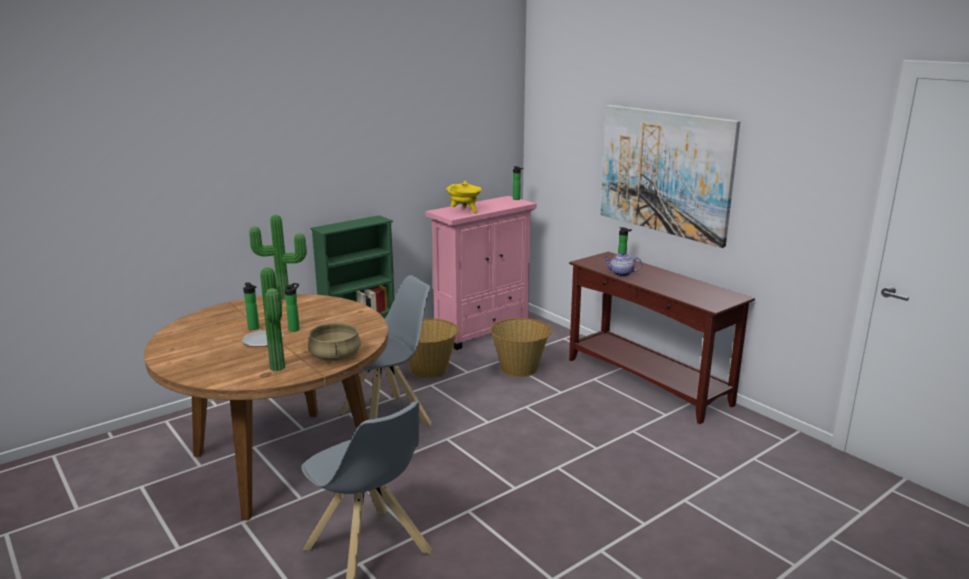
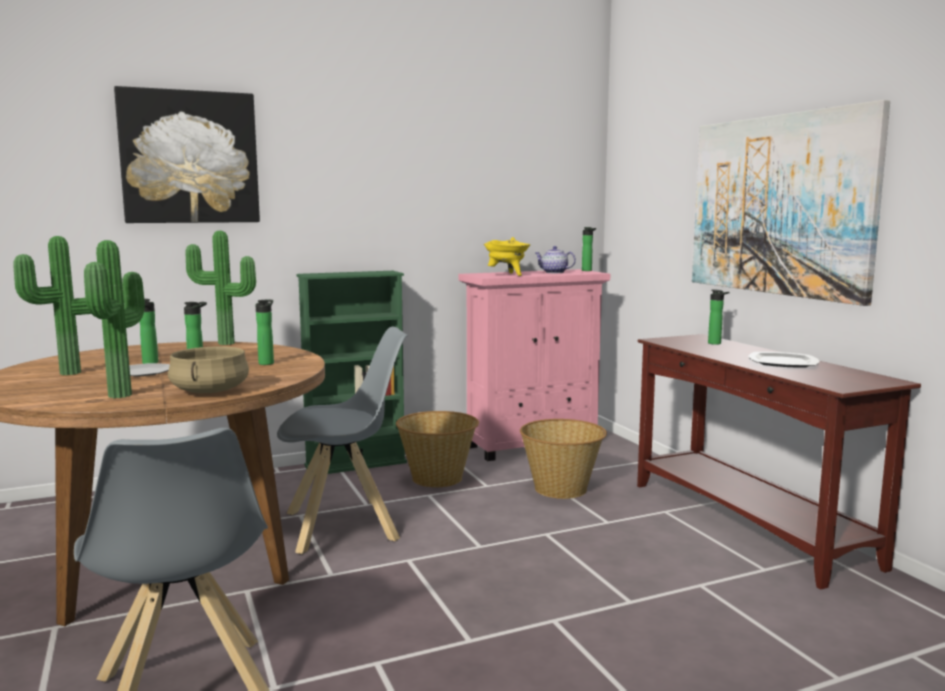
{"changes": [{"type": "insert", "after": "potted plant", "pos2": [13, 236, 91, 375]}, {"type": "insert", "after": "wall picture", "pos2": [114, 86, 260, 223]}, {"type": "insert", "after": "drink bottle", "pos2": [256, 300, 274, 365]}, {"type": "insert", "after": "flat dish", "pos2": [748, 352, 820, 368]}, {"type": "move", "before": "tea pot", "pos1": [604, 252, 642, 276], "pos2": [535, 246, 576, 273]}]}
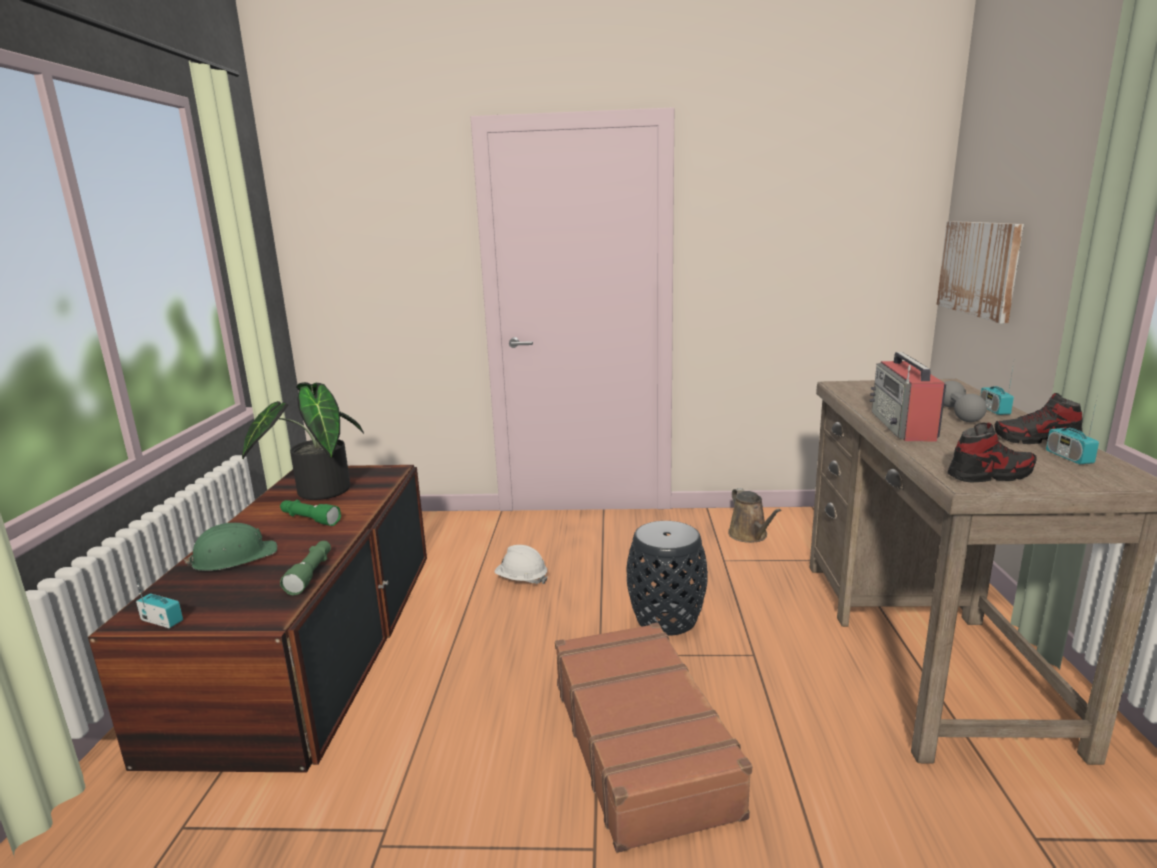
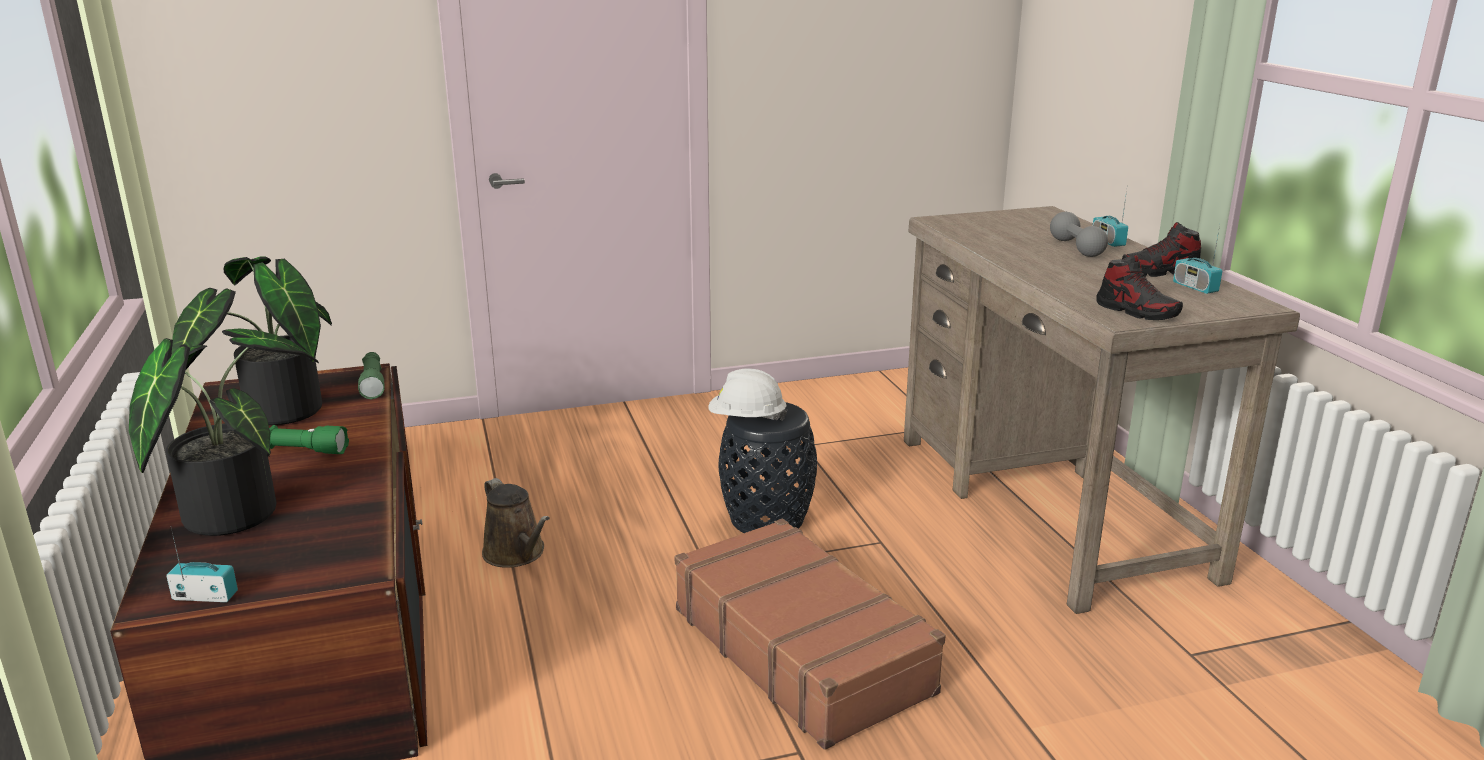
{"changes": [{"type": "delete", "before": "radio", "pos1": [870, 352, 946, 441]}, {"type": "delete", "before": "wall picture", "pos1": [937, 221, 1024, 323]}, {"type": "move", "before": "green hand torch", "pos1": [280, 541, 331, 595], "pos2": [358, 352, 385, 399]}, {"type": "move", "before": "white-coloured safety helmet", "pos1": [494, 545, 548, 584], "pos2": [708, 368, 788, 421]}, {"type": "move", "before": "brown-coloured sprinkling can", "pos1": [728, 488, 781, 543], "pos2": [482, 478, 550, 568]}, {"type": "replace", "before": "green safety helmet", "after": "potted plant", "pos1": [184, 523, 277, 571], "pos2": [129, 329, 319, 536]}, {"type": "rotate", "before": "low shoe", "pos1": [948, 423, 1036, 483], "pos2": [1096, 255, 1183, 320], "turn": 75}]}
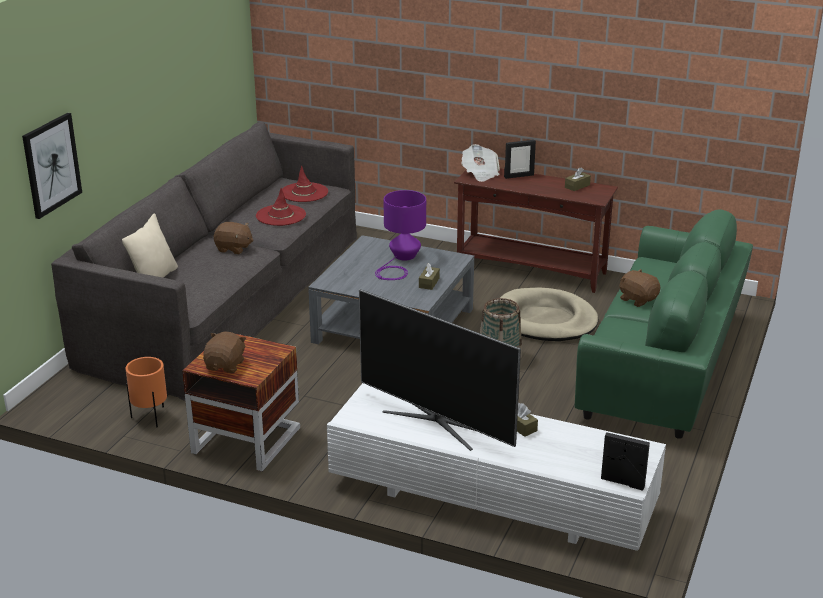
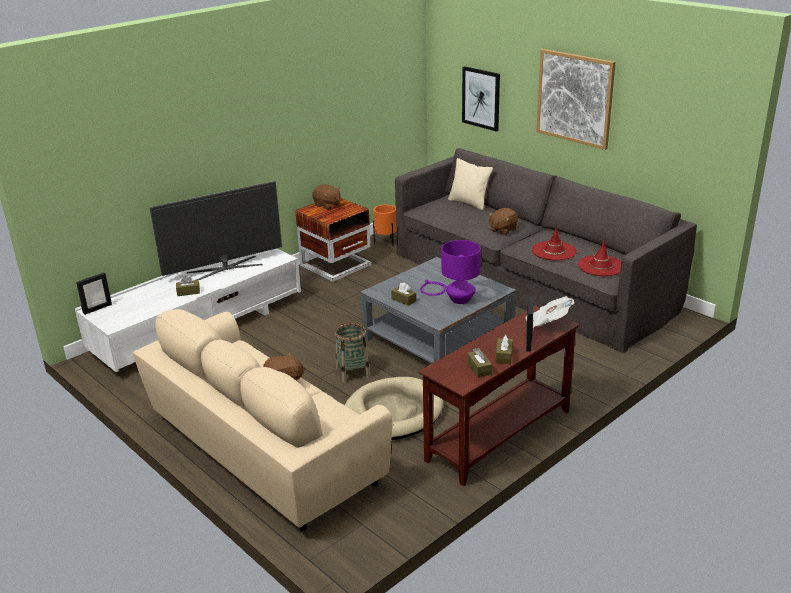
{"changes": [{"type": "insert", "after": "brown-coloured tissue box", "pos2": [496, 335, 513, 364]}, {"type": "insert", "after": "wall picture", "pos2": [537, 49, 616, 150]}, {"type": "recolor", "before": "green sofa", "after": "sand-coloured sofa", "pos1": [575, 209, 753, 439], "pos2": [133, 309, 393, 531]}]}
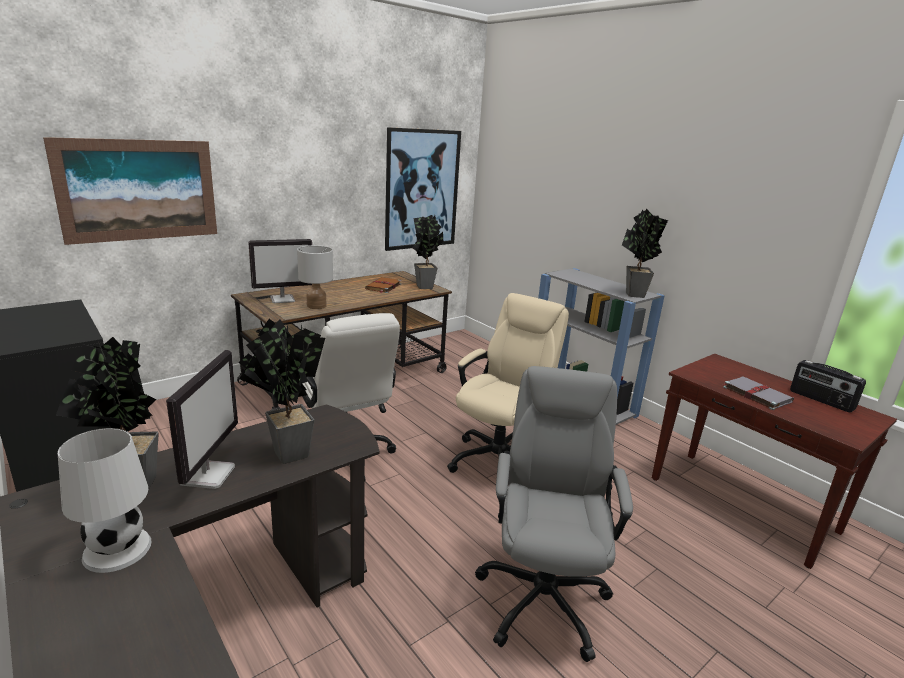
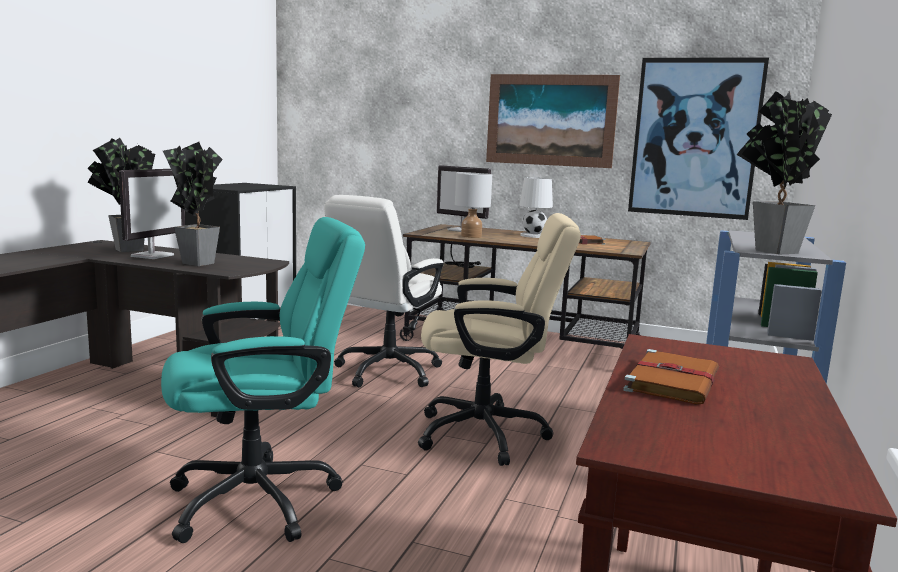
{"changes": [{"type": "delete", "before": "potted plant", "pos1": [412, 215, 443, 289]}, {"type": "delete", "before": "radio", "pos1": [790, 360, 866, 412]}, {"type": "move", "before": "wall picture", "pos1": [43, 137, 217, 245], "pos2": [486, 74, 620, 168]}, {"type": "move", "before": "white-coloured tabletop lamp", "pos1": [58, 428, 152, 573], "pos2": [519, 177, 553, 238]}, {"type": "recolor", "before": "greyish desk chair", "after": "blue-green desk chair", "pos1": [475, 366, 633, 662], "pos2": [161, 217, 365, 543]}, {"type": "recolor", "before": "greyish book", "after": "brown-coloured book", "pos1": [723, 376, 794, 410], "pos2": [623, 349, 719, 404]}, {"type": "rotate", "before": "monitor", "pos1": [166, 350, 238, 489], "pos2": [119, 169, 185, 259], "turn": -45}]}
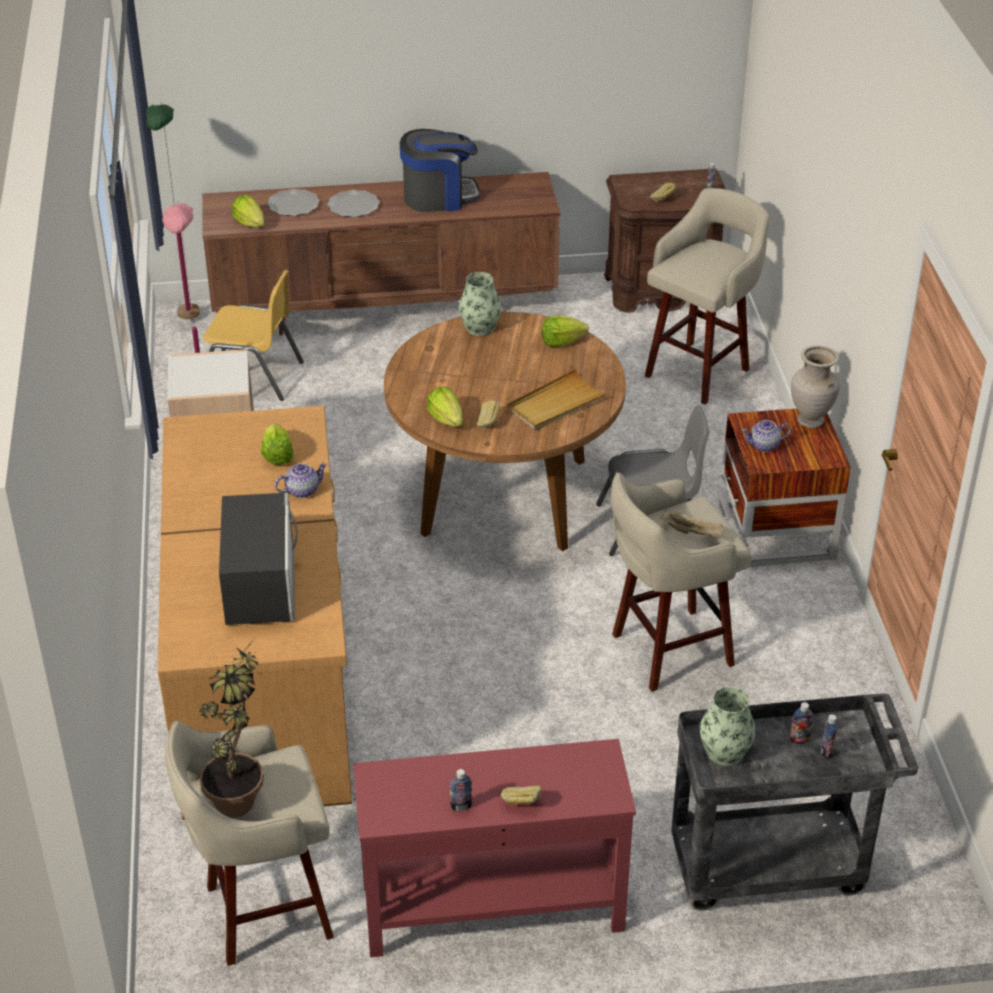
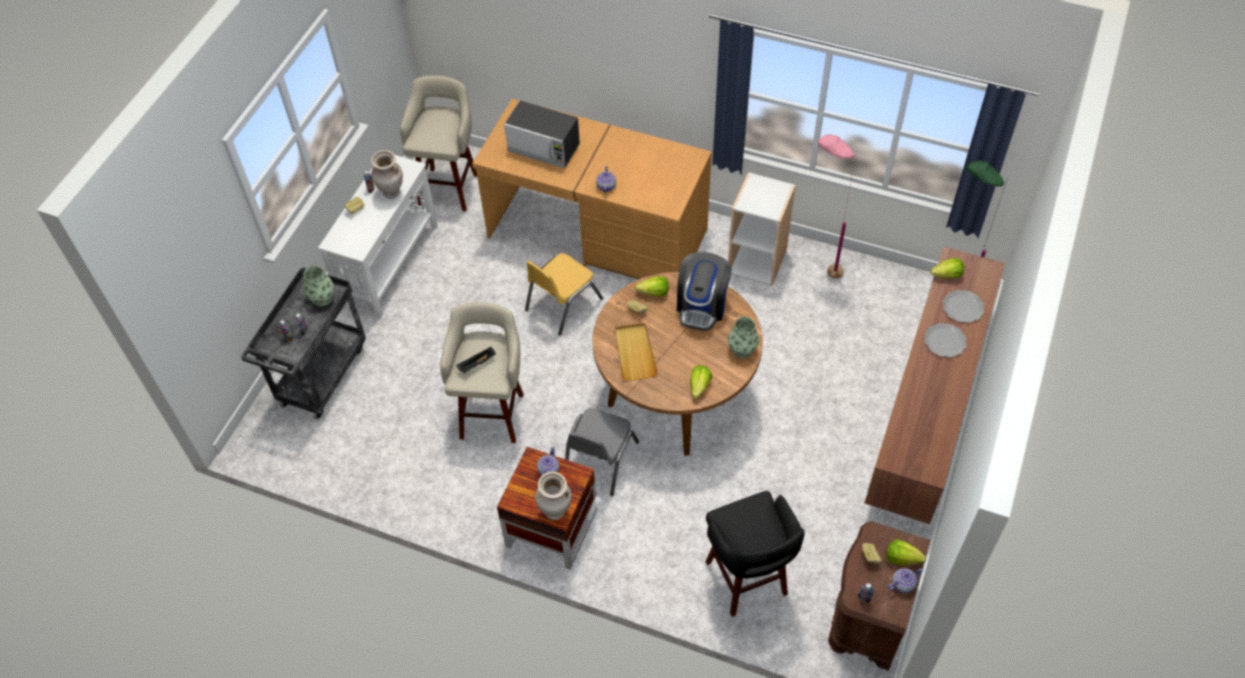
{"changes": [{"type": "delete", "before": "potted plant", "pos1": [199, 638, 264, 818]}, {"type": "insert", "after": "sand-coloured flower vase", "pos2": [371, 150, 403, 199]}, {"type": "insert", "after": "tea pot", "pos2": [887, 568, 924, 593]}, {"type": "move", "before": "yellow-coloured chair", "pos1": [203, 270, 304, 401], "pos2": [525, 253, 603, 335]}, {"type": "move", "before": "lettuce head", "pos1": [261, 423, 294, 465], "pos2": [886, 540, 926, 565]}, {"type": "move", "before": "coffee maker", "pos1": [400, 129, 480, 212], "pos2": [677, 252, 732, 331]}, {"type": "recolor", "before": "red narrow table", "after": "white-coloured narrow table", "pos1": [353, 739, 636, 957], "pos2": [318, 155, 438, 319]}, {"type": "recolor", "before": "sand-coloured stool seat", "after": "black stool seat", "pos1": [645, 188, 769, 405], "pos2": [705, 491, 804, 617]}, {"type": "recolor", "before": "sand-coloured carrying tray", "after": "black carrying tray", "pos1": [660, 509, 723, 538], "pos2": [456, 346, 496, 373]}]}
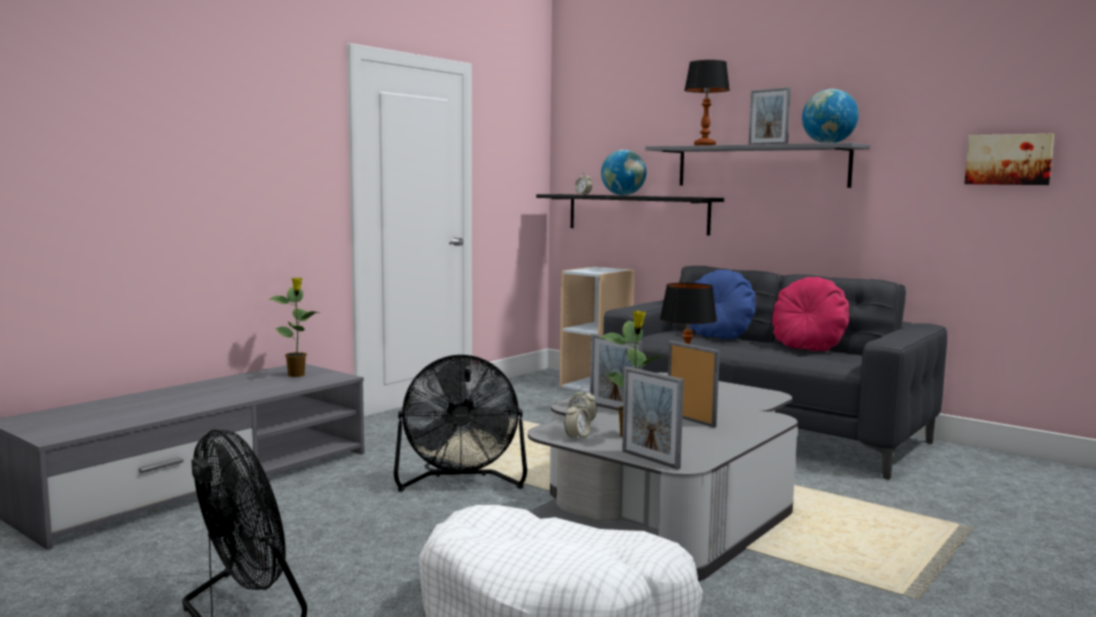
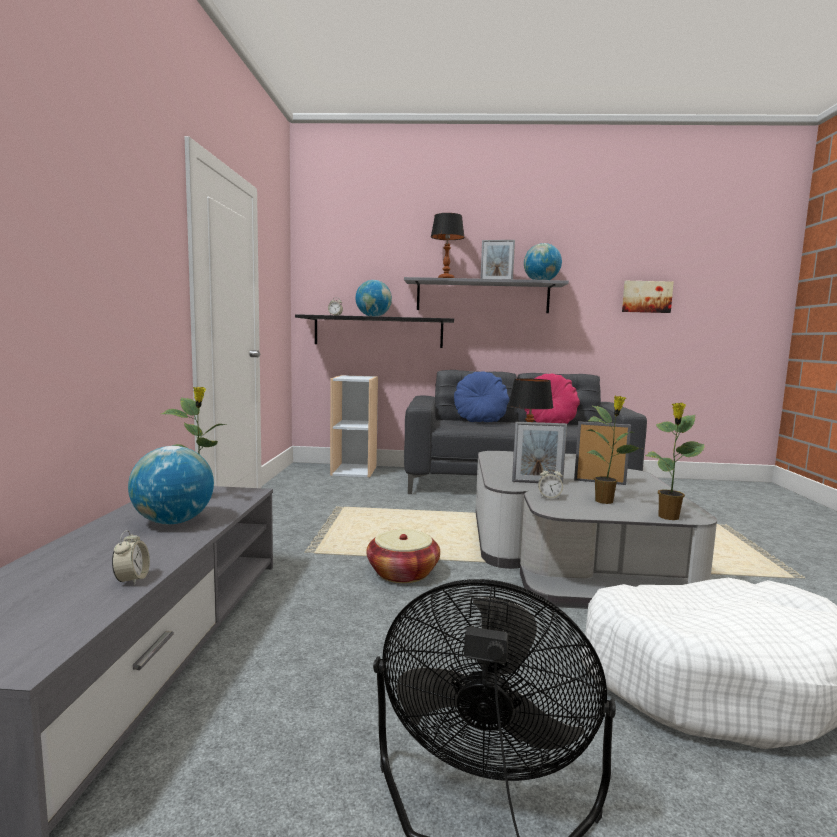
{"changes": [{"type": "insert", "after": "world globe", "pos2": [128, 446, 214, 524]}, {"type": "move", "before": "table clock", "pos1": [564, 399, 591, 441], "pos2": [112, 530, 150, 586]}, {"type": "replace", "before": "black cooling fan", "after": "storage basket", "pos1": [394, 355, 527, 492], "pos2": [366, 529, 440, 583]}, {"type": "replace", "before": "photo frame", "after": "potted plant", "pos1": [622, 367, 684, 469], "pos2": [645, 403, 705, 520]}]}
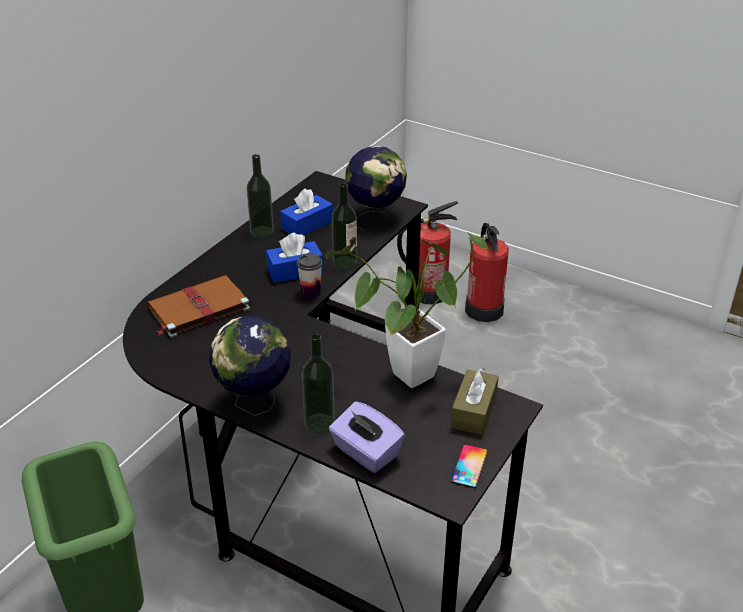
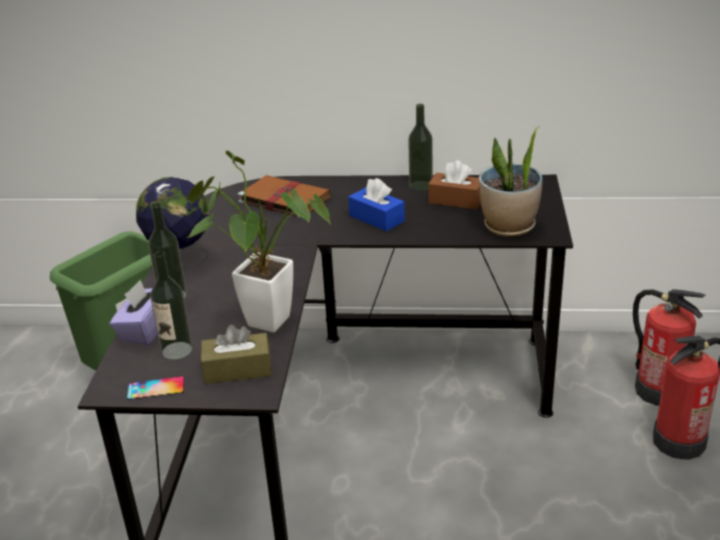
{"changes": [{"type": "delete", "before": "cup", "pos1": [297, 253, 323, 298]}, {"type": "move", "before": "drink bottle", "pos1": [331, 183, 357, 270], "pos2": [151, 251, 193, 360]}, {"type": "replace", "before": "world globe", "after": "potted plant", "pos1": [345, 146, 407, 231], "pos2": [479, 126, 542, 237]}, {"type": "recolor", "before": "blue-coloured tissue box", "after": "brown-coloured tissue box", "pos1": [280, 188, 333, 236], "pos2": [428, 160, 481, 210]}]}
